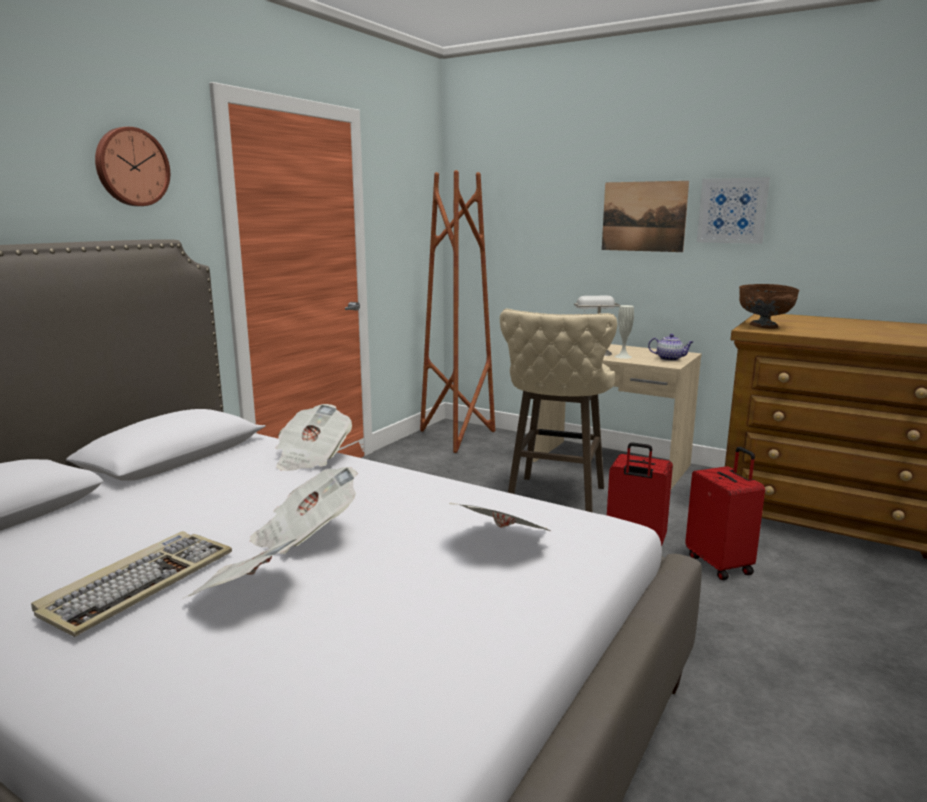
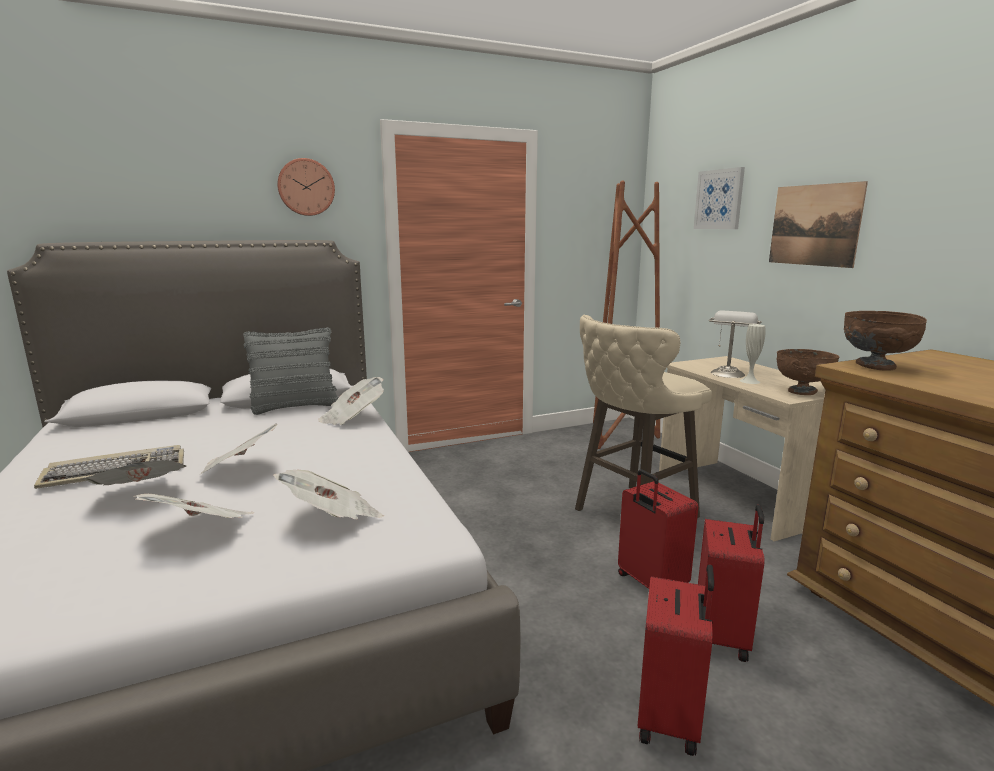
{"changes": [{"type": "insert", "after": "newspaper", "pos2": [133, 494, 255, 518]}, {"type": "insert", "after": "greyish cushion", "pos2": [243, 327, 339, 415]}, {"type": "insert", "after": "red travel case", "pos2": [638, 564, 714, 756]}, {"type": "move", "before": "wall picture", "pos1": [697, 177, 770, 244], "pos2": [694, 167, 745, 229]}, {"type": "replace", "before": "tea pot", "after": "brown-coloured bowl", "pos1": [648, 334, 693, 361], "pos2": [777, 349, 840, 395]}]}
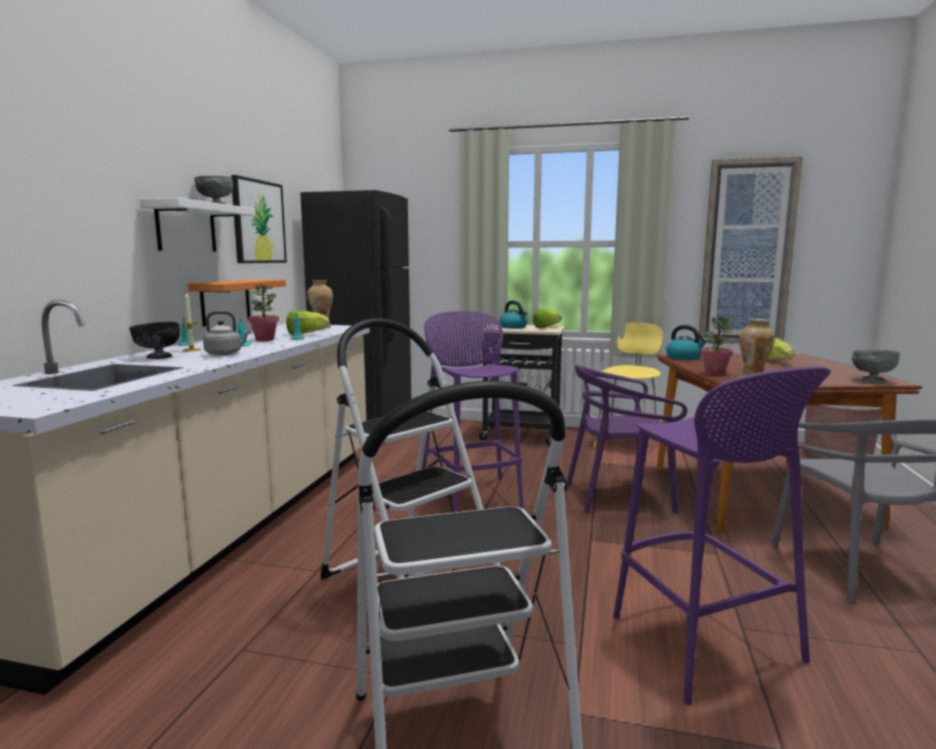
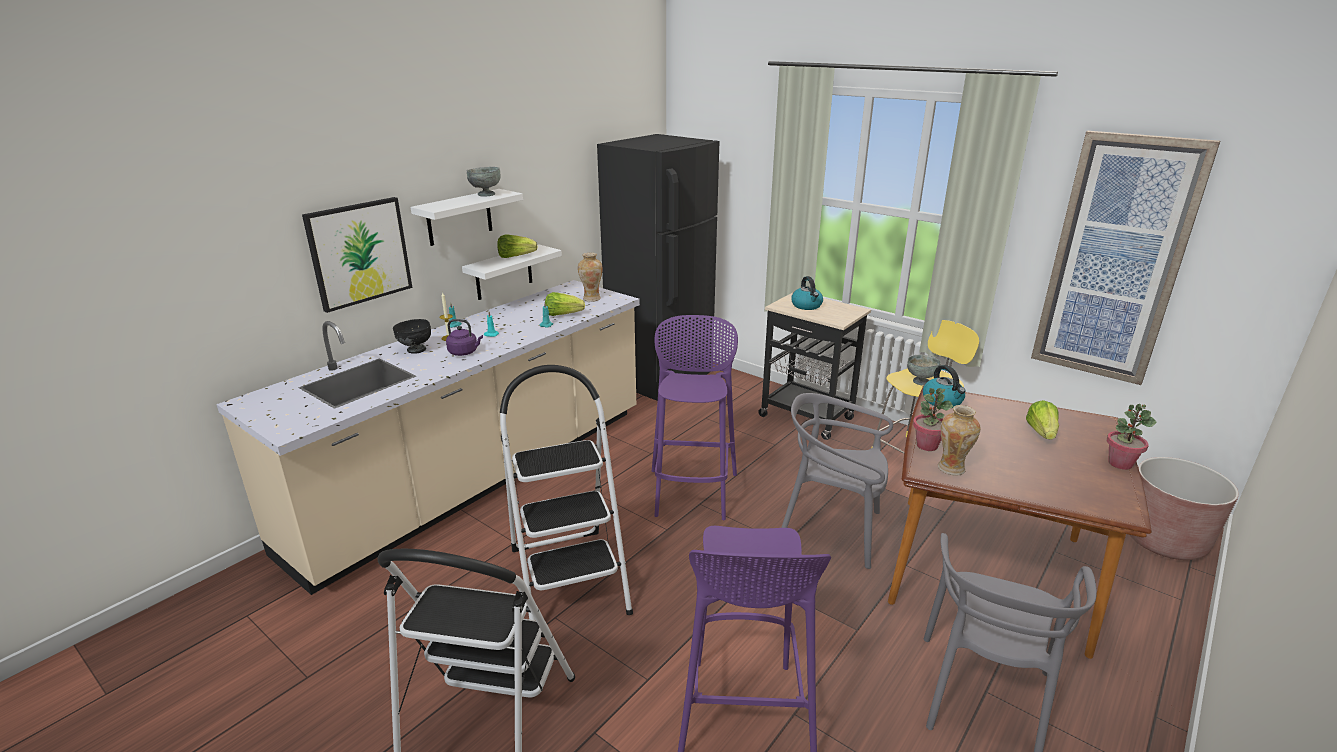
{"changes": [{"type": "move", "before": "wall picture", "pos1": [231, 175, 287, 263], "pos2": [302, 197, 412, 313]}, {"type": "move", "before": "potted plant", "pos1": [248, 284, 279, 341], "pos2": [1107, 404, 1157, 470]}, {"type": "move", "before": "lettuce head", "pos1": [533, 309, 562, 328], "pos2": [497, 235, 537, 258]}, {"type": "move", "before": "greyish bowl", "pos1": [852, 350, 900, 383], "pos2": [907, 355, 941, 385]}, {"type": "recolor", "before": "orange-coloured wall shelf", "after": "white-coloured wall shelf", "pos1": [188, 280, 286, 327], "pos2": [462, 245, 562, 300]}, {"type": "recolor", "before": "greyish kettle", "after": "purple-coloured kettle", "pos1": [203, 311, 251, 356], "pos2": [446, 319, 483, 356]}, {"type": "recolor", "before": "purple-coloured chair", "after": "greyish chair", "pos1": [567, 365, 687, 513], "pos2": [781, 393, 893, 569]}]}
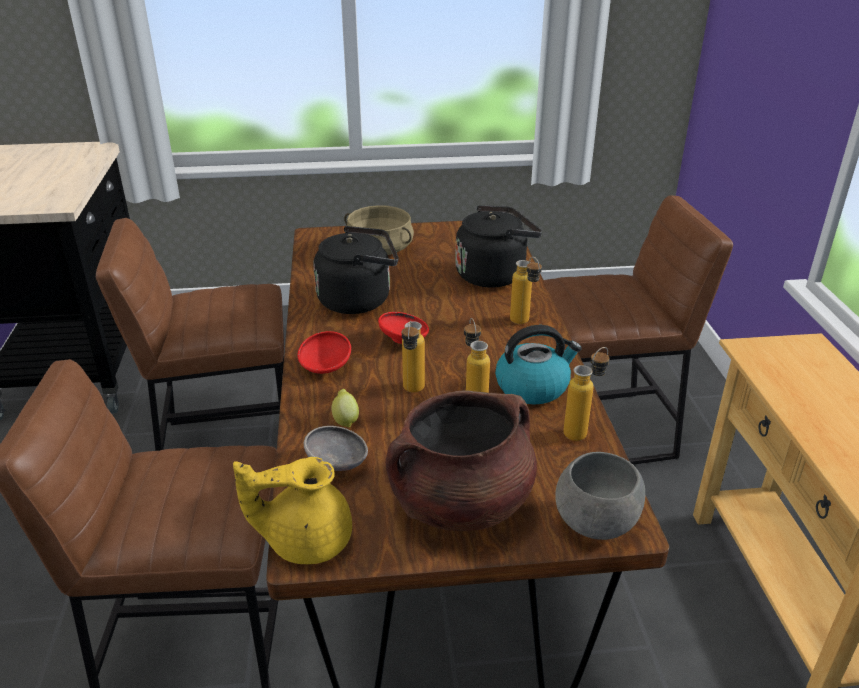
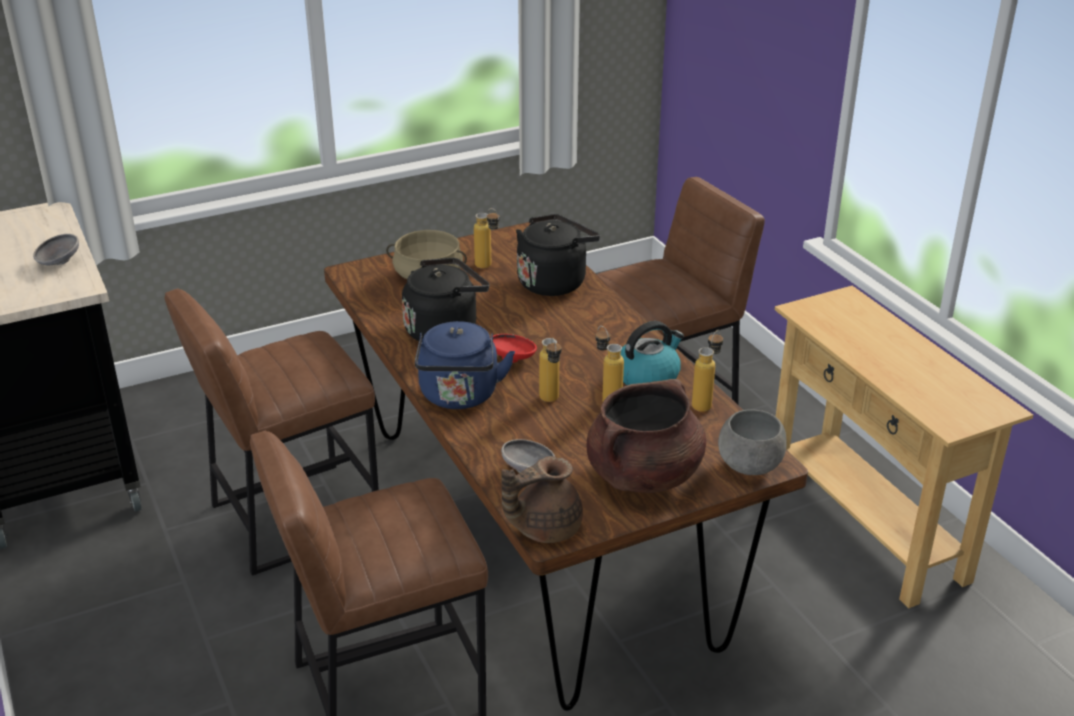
{"changes": [{"type": "delete", "before": "citrus fruit", "pos1": [332, 389, 359, 428]}, {"type": "insert", "after": "greyish bowl", "pos2": [33, 234, 79, 265]}, {"type": "move", "before": "drink bottle", "pos1": [510, 257, 542, 324], "pos2": [474, 208, 500, 269]}, {"type": "replace", "before": "red bowl", "after": "blue-coloured kettle", "pos1": [297, 331, 351, 374], "pos2": [415, 321, 515, 409]}, {"type": "recolor", "before": "yellow-coloured tea pot", "after": "brown-coloured tea pot", "pos1": [233, 457, 352, 564], "pos2": [501, 456, 583, 543]}]}
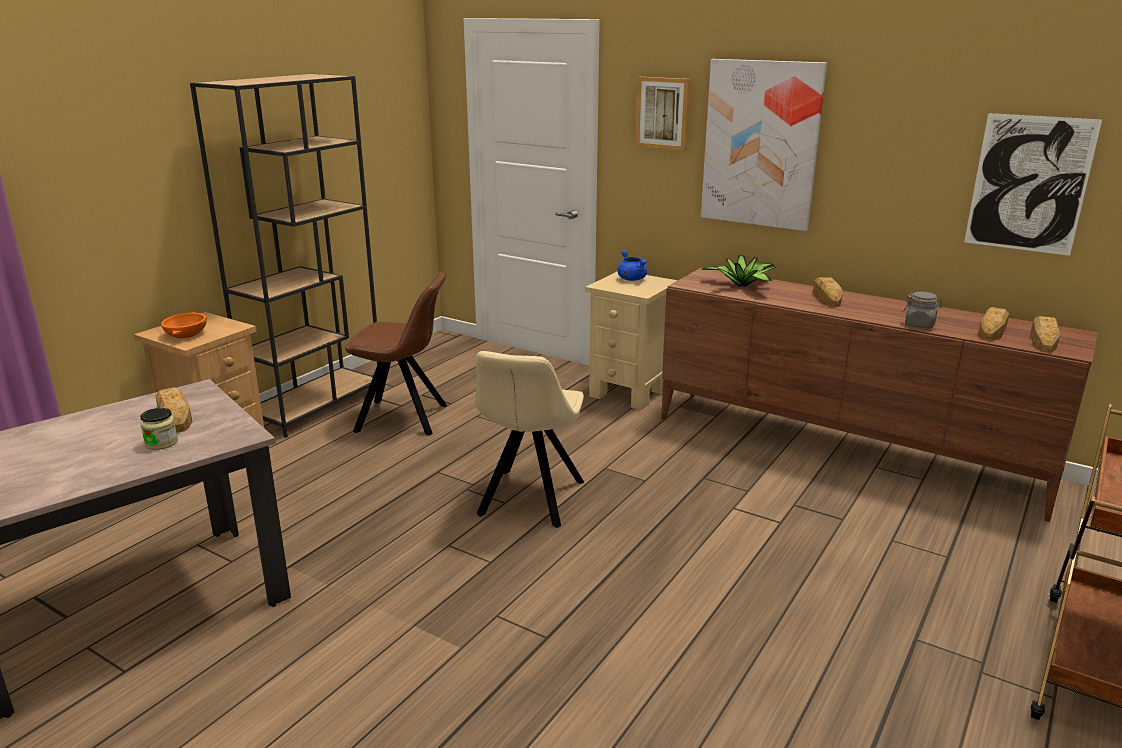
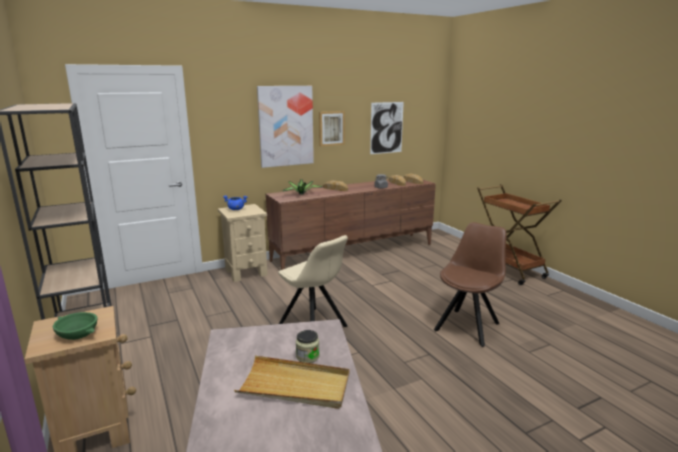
{"changes": [{"type": "delete", "before": "bread", "pos1": [155, 387, 192, 433]}, {"type": "insert", "after": "sand-coloured carrying tray", "pos2": [234, 355, 349, 409]}, {"type": "move", "before": "brown-coloured chair", "pos1": [345, 272, 447, 436], "pos2": [434, 222, 506, 347]}, {"type": "move", "before": "wall picture", "pos1": [635, 77, 691, 151], "pos2": [319, 111, 345, 146]}, {"type": "recolor", "before": "orange-coloured bowl", "after": "green bowl", "pos1": [161, 312, 207, 338], "pos2": [53, 312, 97, 340]}]}
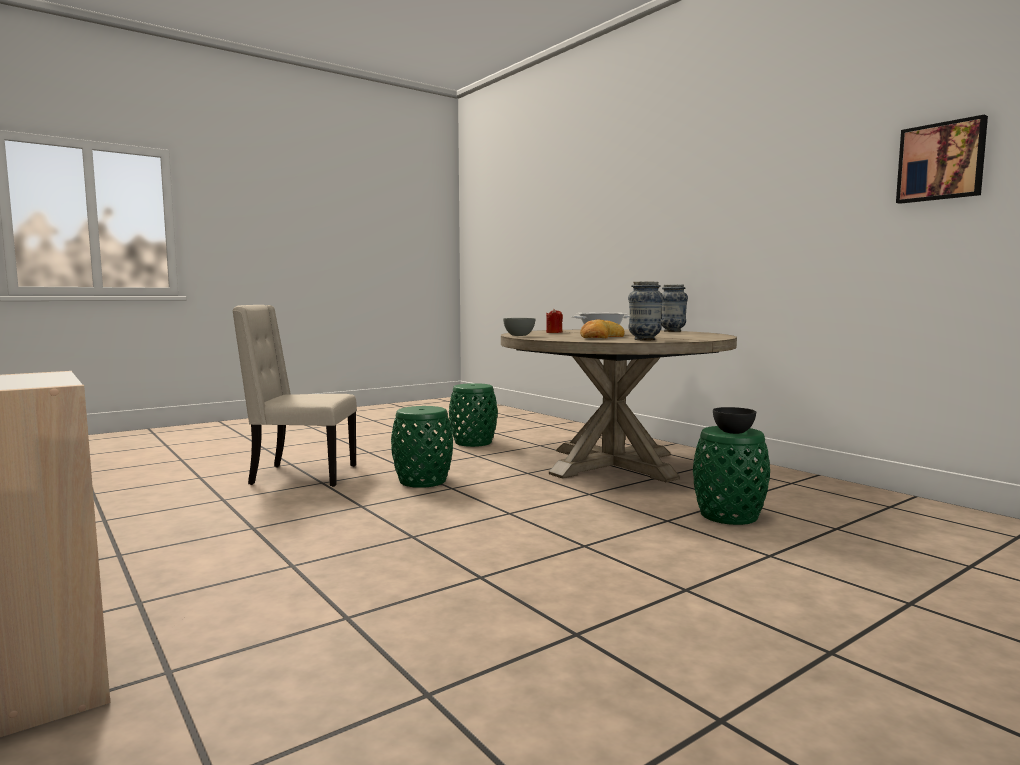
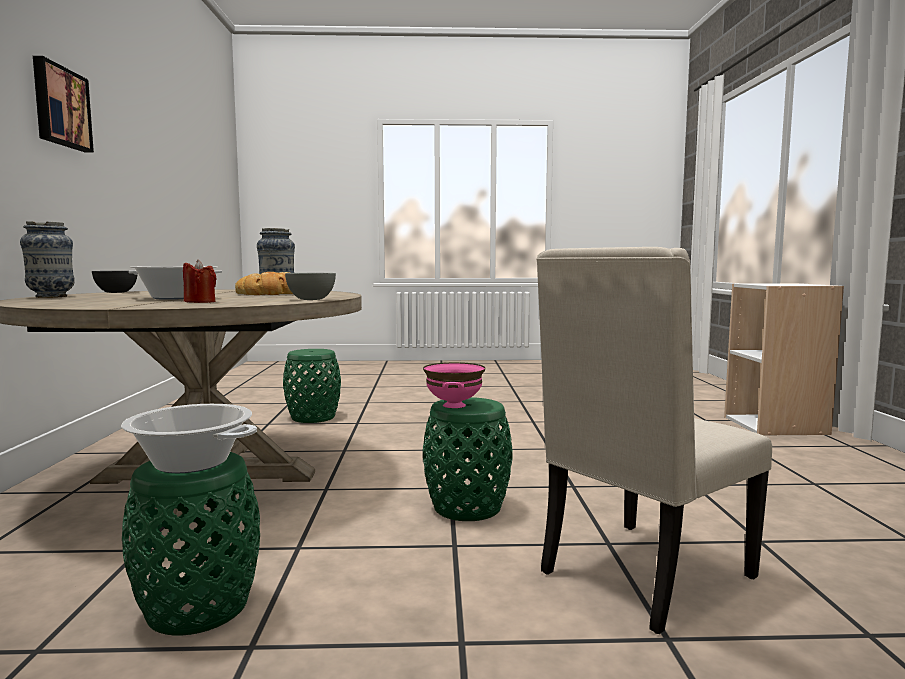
{"changes": [{"type": "insert", "after": "saucepot", "pos2": [121, 404, 257, 473]}, {"type": "insert", "after": "pink bowl", "pos2": [423, 362, 485, 408]}, {"type": "move", "before": "greyish bowl", "pos1": [713, 407, 756, 434], "pos2": [92, 271, 137, 293]}, {"type": "move", "before": "wall picture", "pos1": [896, 115, 988, 204], "pos2": [33, 56, 94, 152]}, {"type": "rotate", "before": "sand-coloured chair", "pos1": [232, 305, 357, 487], "pos2": [536, 247, 772, 634], "turn": 105}]}
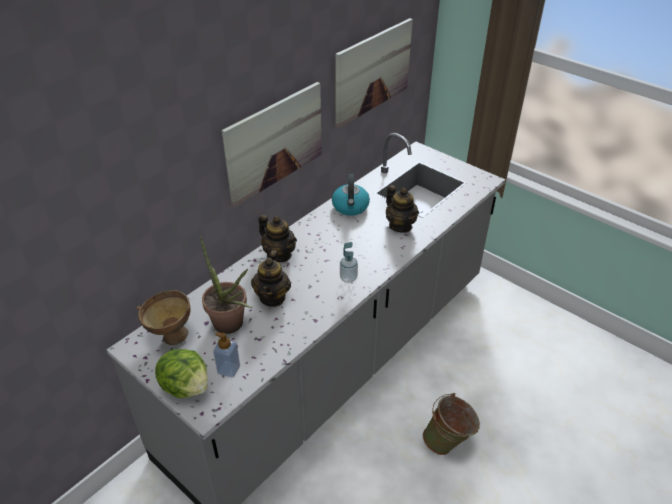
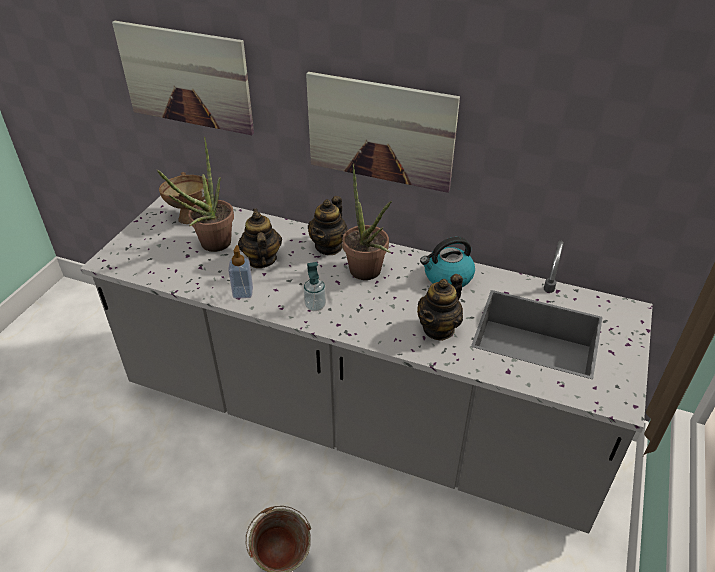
{"changes": [{"type": "delete", "before": "lettuce head", "pos1": [155, 349, 208, 398]}, {"type": "insert", "after": "potted plant", "pos2": [342, 164, 392, 280]}, {"type": "move", "before": "soap dispenser", "pos1": [213, 332, 240, 378], "pos2": [228, 245, 253, 298]}, {"type": "move", "before": "wall picture", "pos1": [336, 18, 413, 129], "pos2": [112, 21, 254, 135]}, {"type": "rotate", "before": "tea pot", "pos1": [251, 250, 291, 307], "pos2": [238, 209, 282, 268], "turn": 90}]}
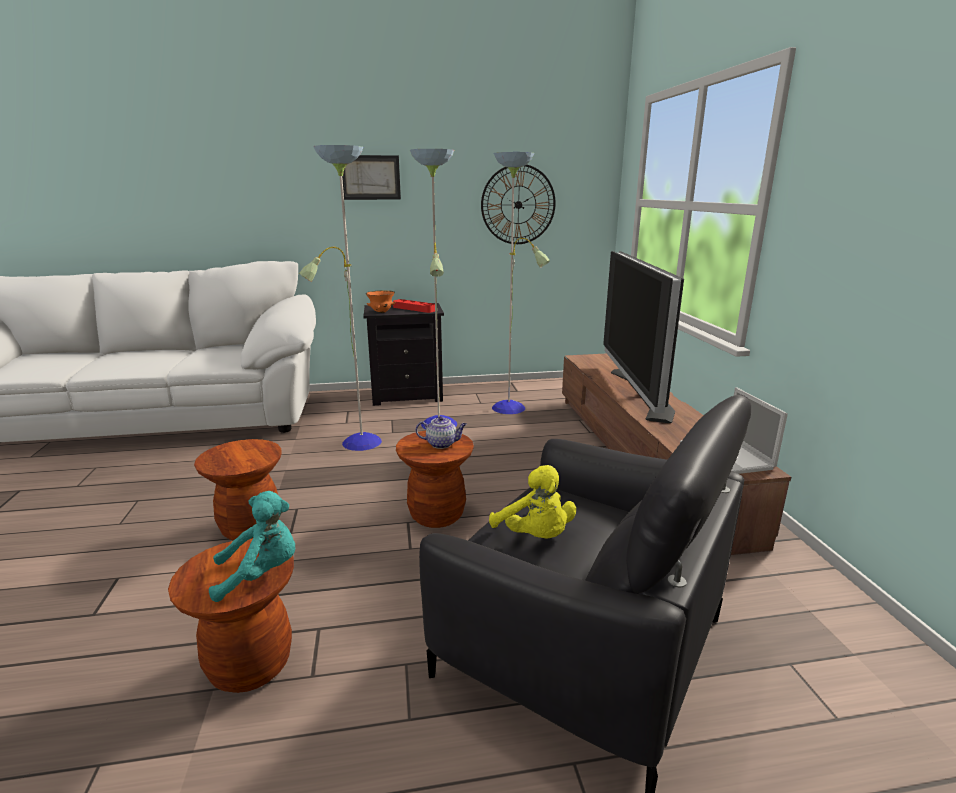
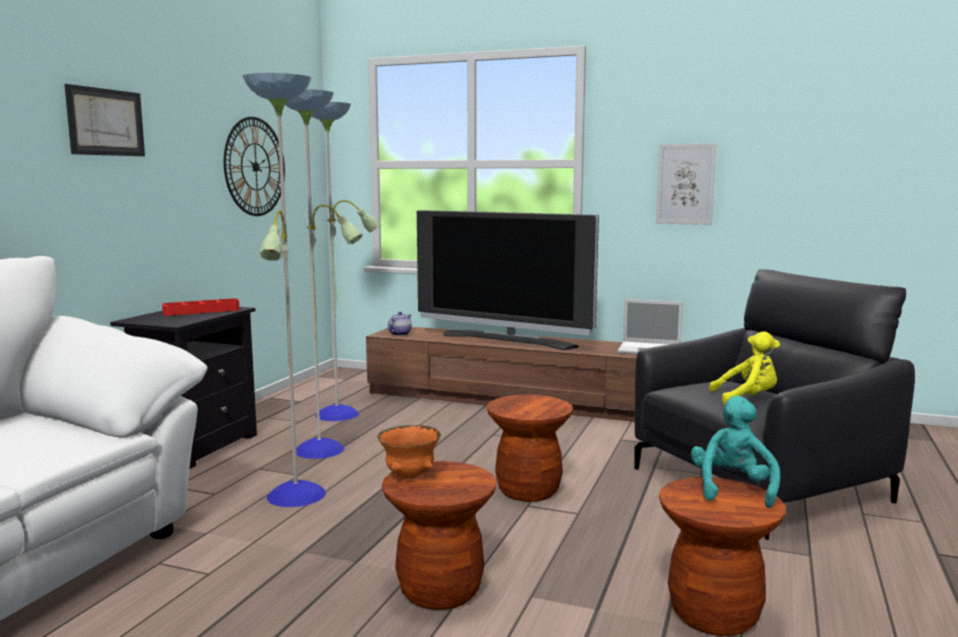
{"changes": [{"type": "insert", "after": "wall picture", "pos2": [656, 144, 716, 225]}, {"type": "move", "before": "orange-coloured bowl", "pos1": [366, 290, 396, 313], "pos2": [377, 425, 441, 478]}, {"type": "move", "before": "tea pot", "pos1": [416, 416, 467, 449], "pos2": [387, 312, 412, 336]}]}
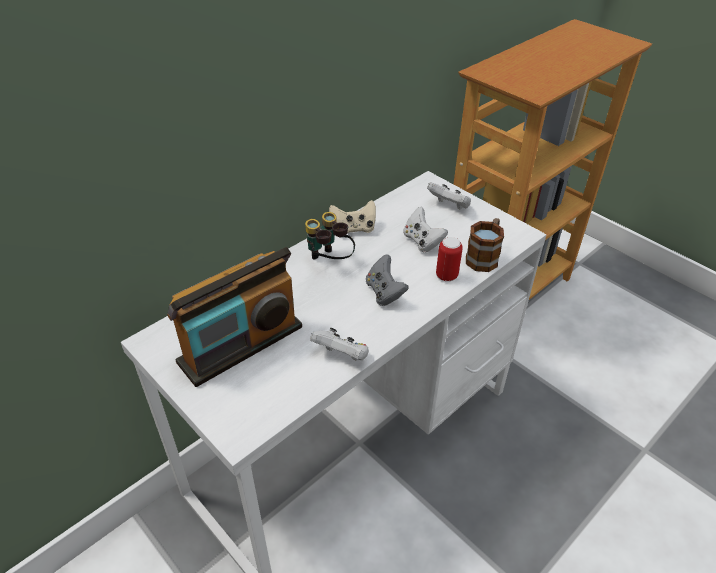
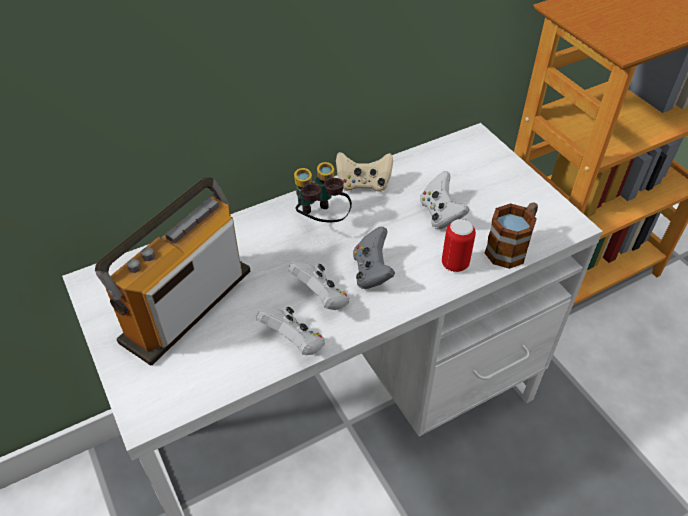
{"changes": [{"type": "move", "before": "white-coloured joypad", "pos1": [427, 183, 471, 210], "pos2": [288, 262, 349, 310]}, {"type": "rotate", "before": "radio", "pos1": [167, 247, 302, 387], "pos2": [95, 178, 250, 365], "turn": 150}]}
